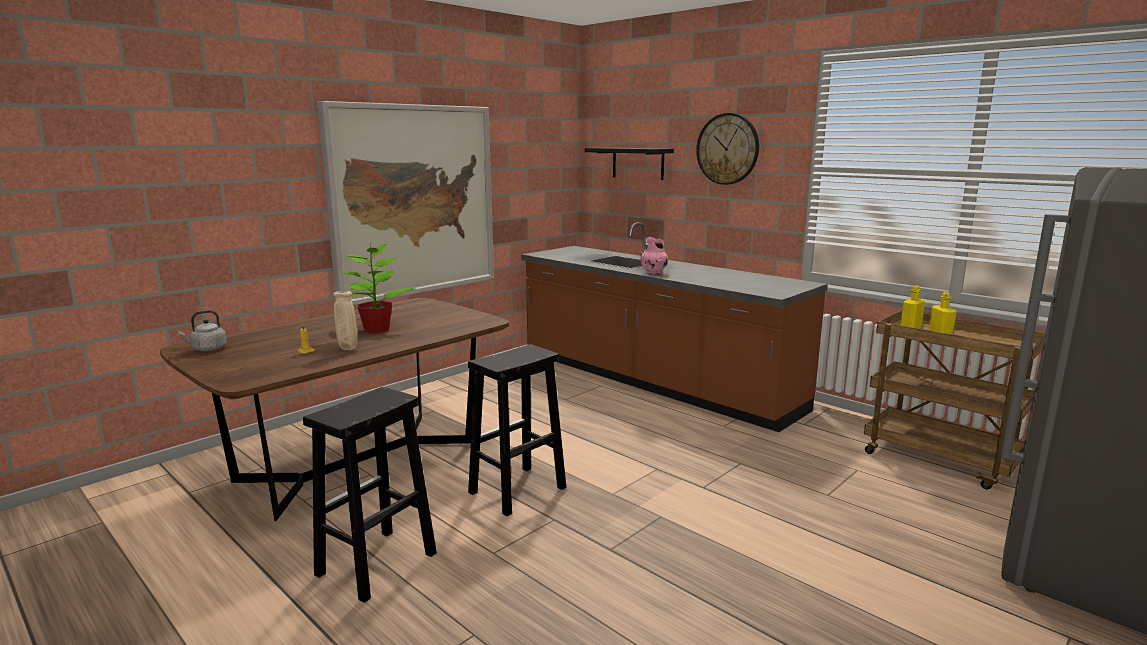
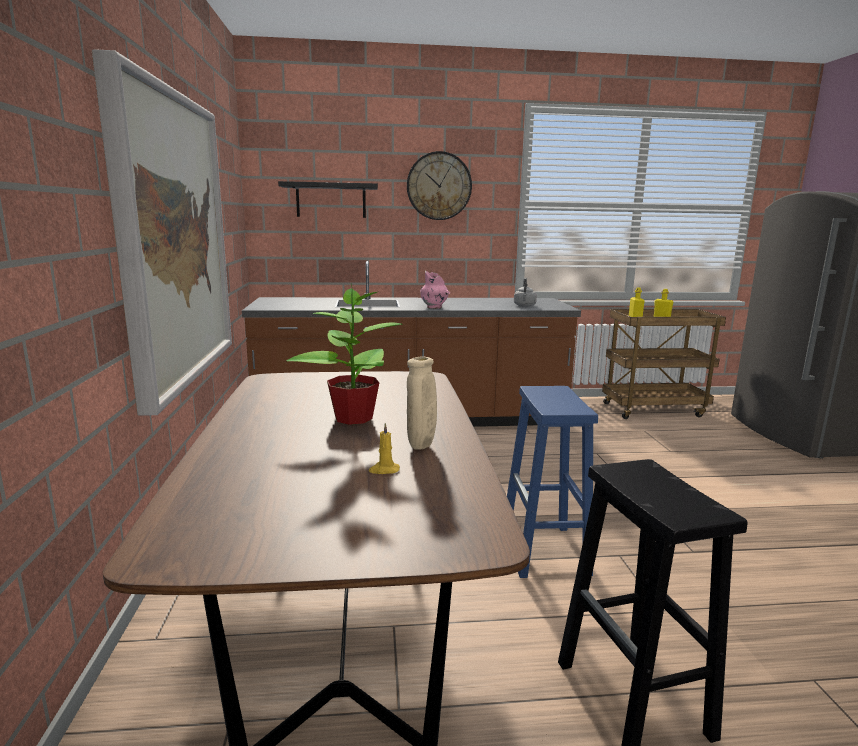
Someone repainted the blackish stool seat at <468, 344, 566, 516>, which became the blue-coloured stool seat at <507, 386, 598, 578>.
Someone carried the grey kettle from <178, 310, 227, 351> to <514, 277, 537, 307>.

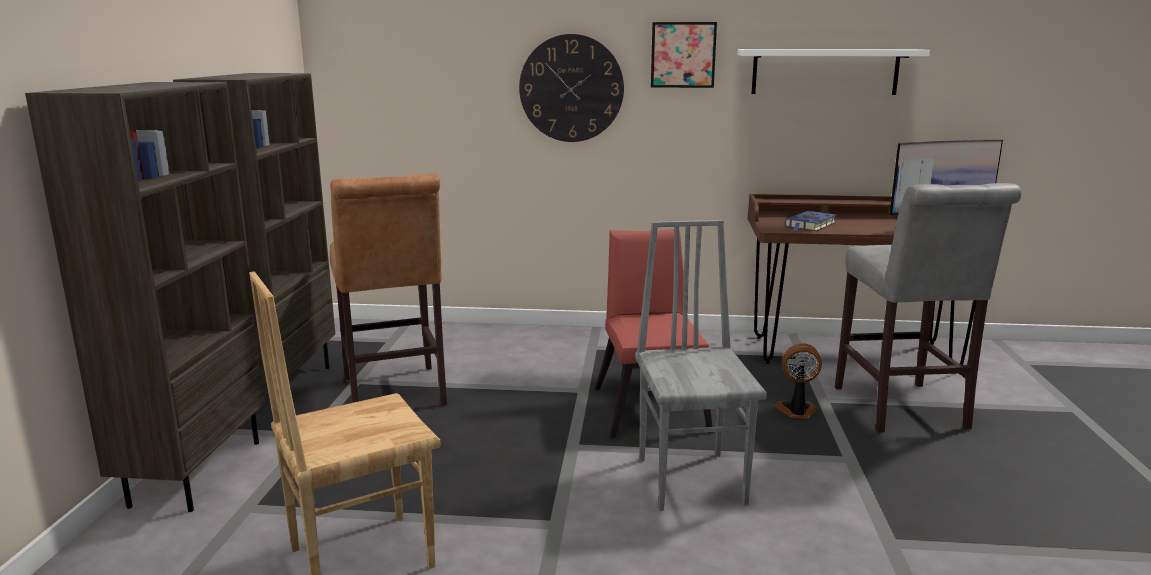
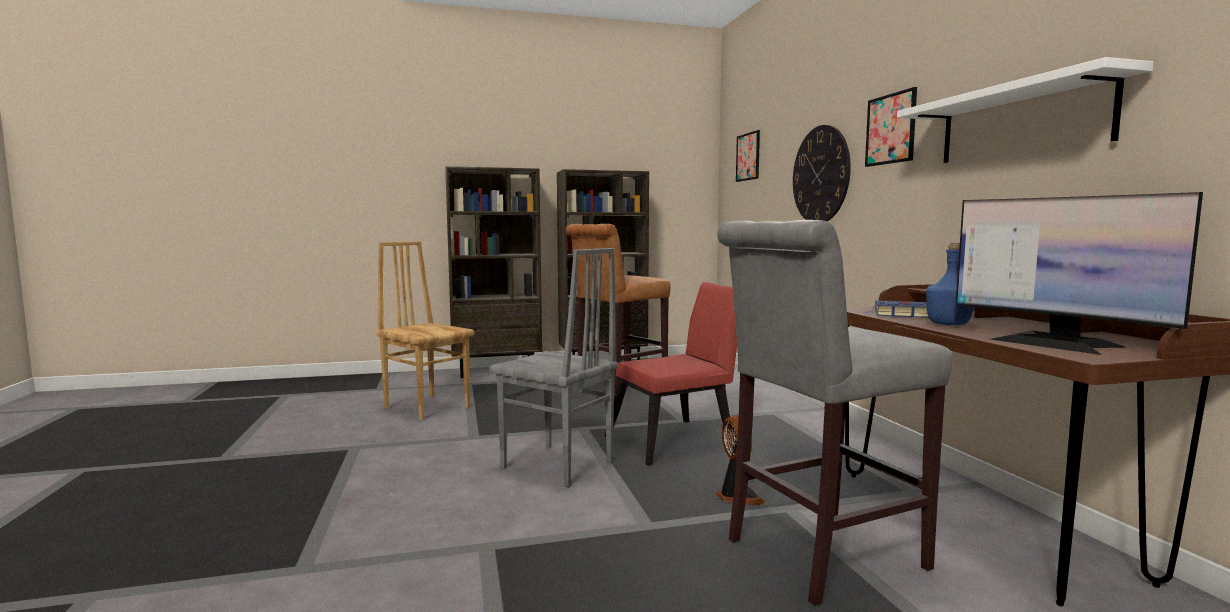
Someone rotated the grey plain chair at <635, 220, 767, 511> by 60 degrees clockwise.
Someone put up the wall picture at <736, 130, 760, 182>.
Someone put down the blue-coloured drink bottle at <926, 243, 974, 325>.

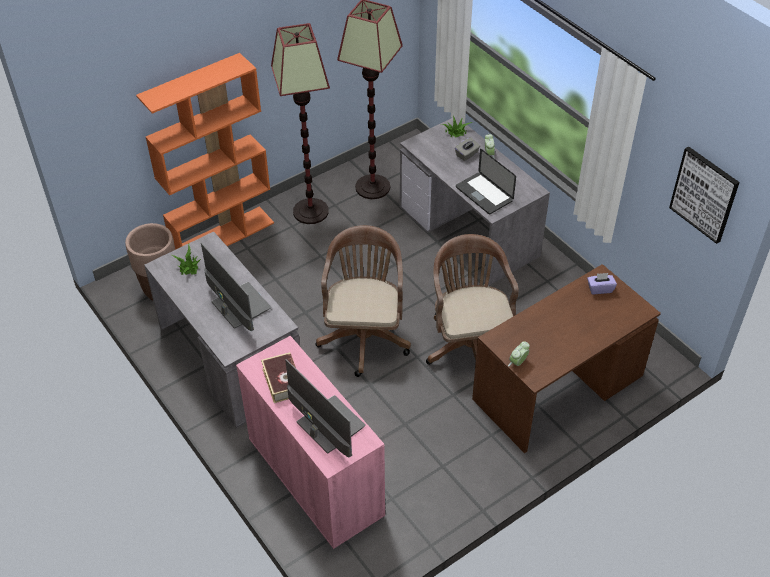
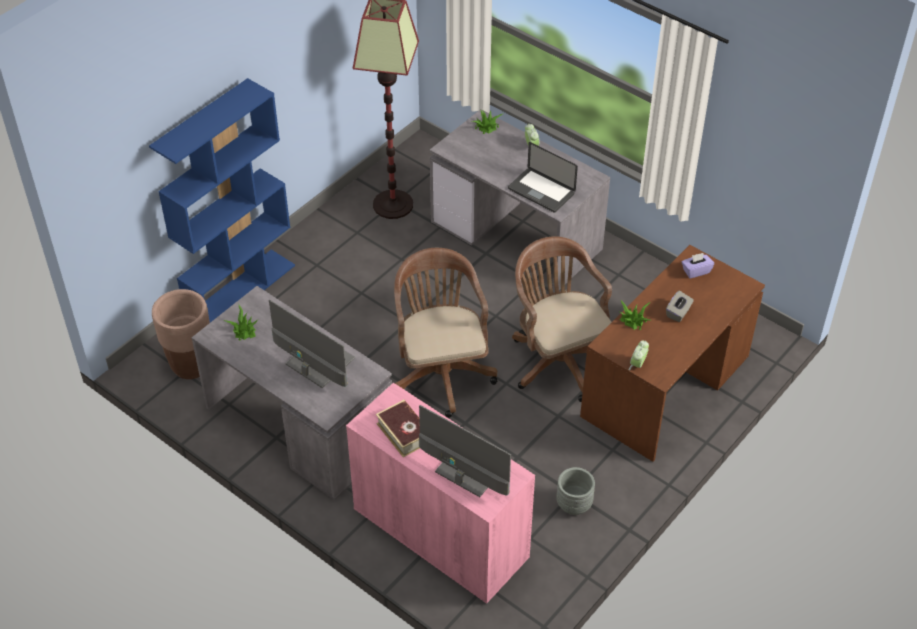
Someone repainted the orange-coloured bookshelf at <136, 53, 274, 250>, which became the blue-coloured bookshelf at <149, 78, 295, 322>.
Someone put down the grey planter at <556, 467, 595, 515>.
Someone put down the houseplant at <619, 300, 652, 330>.
Someone carried the grey tissue holder from <455, 137, 480, 161> to <666, 291, 694, 322>.
Someone took away the floor lamp at <271, 23, 330, 224>.
Someone took away the wall picture at <669, 146, 740, 244>.

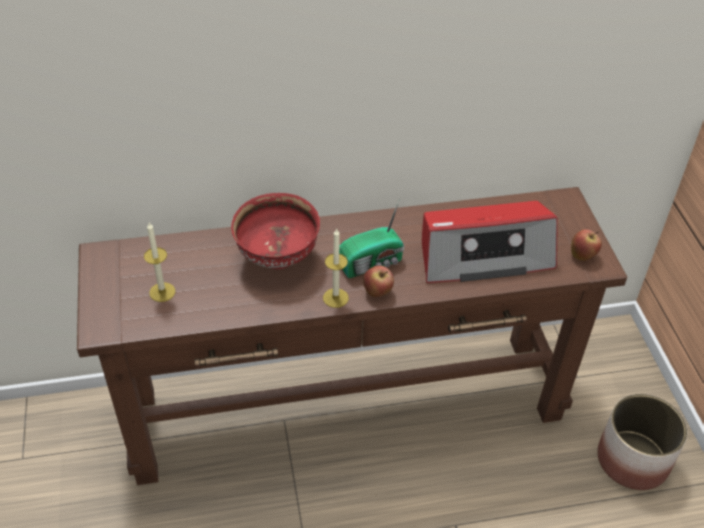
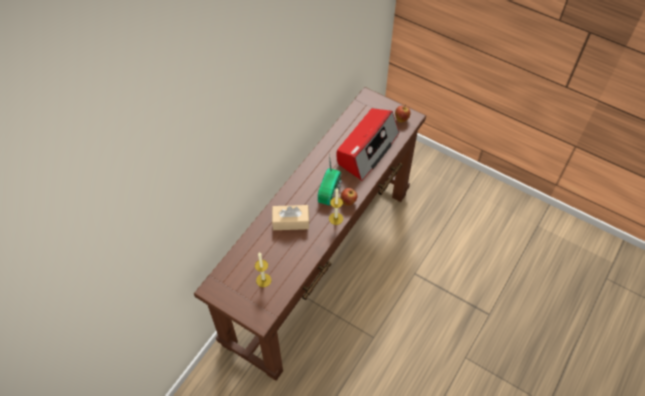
Someone swapped the red serving bowl at <231, 193, 320, 269> for the beige tissue holder at <272, 205, 309, 230>.
Someone took away the planter at <597, 394, 687, 490>.

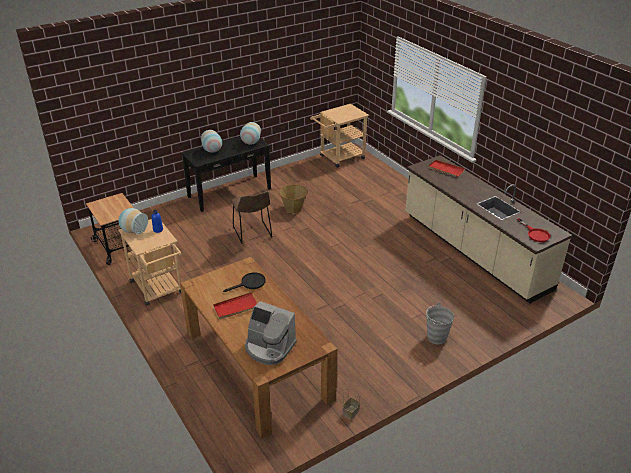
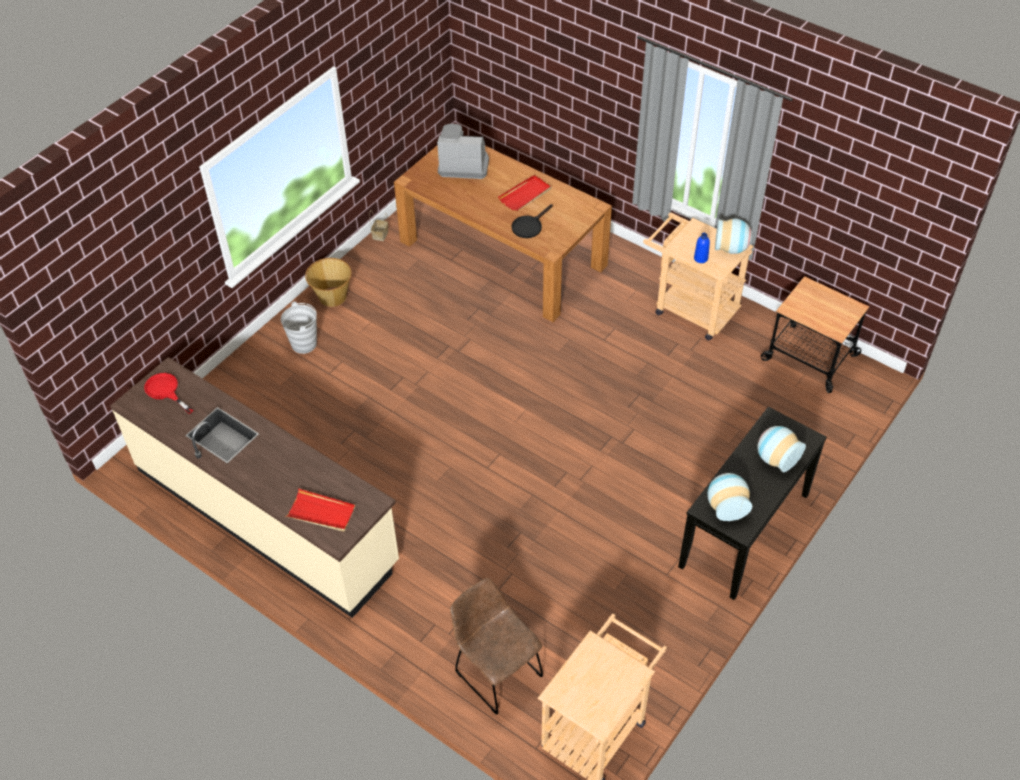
Someone carried the storage basket from <279, 185, 308, 213> to <305, 258, 352, 307>.
Someone carried the brown-coloured plain chair from <231, 191, 272, 244> to <450, 578, 543, 714>.

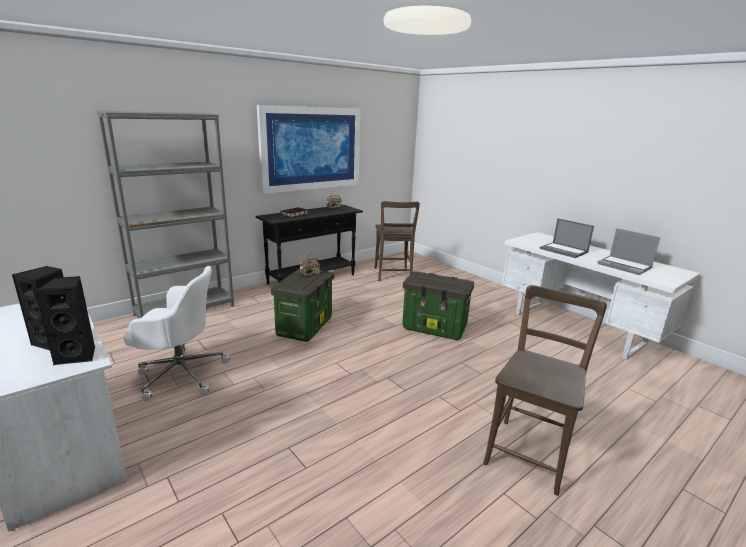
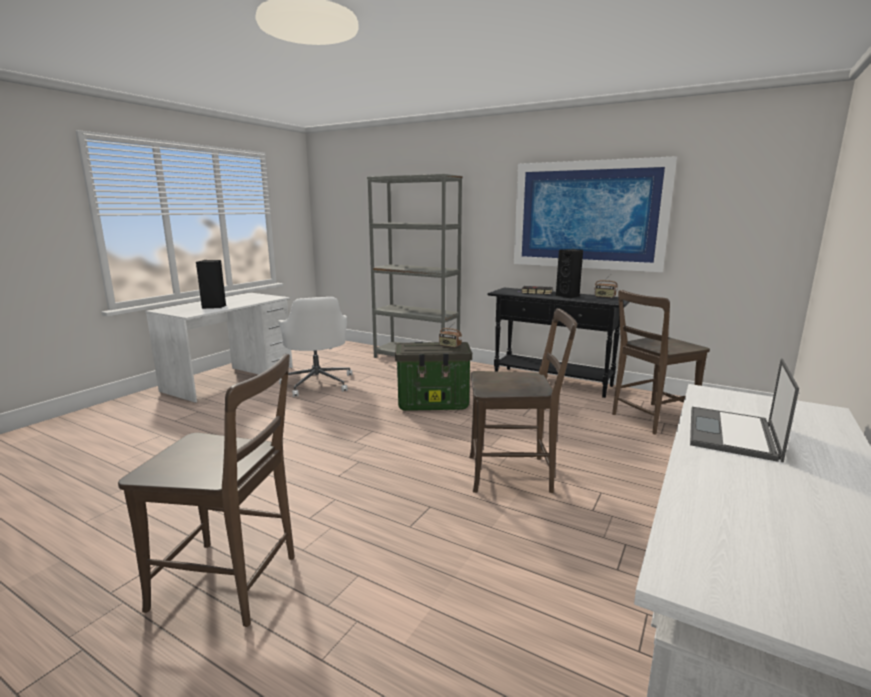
Someone swapped the storage bin at <402, 271, 474, 340> for the brown-coloured plain chair at <469, 308, 577, 493>.
Someone carried the blackish audio speaker from <35, 276, 95, 365> to <556, 249, 583, 299>.
Someone took away the laptop at <597, 228, 660, 275>.

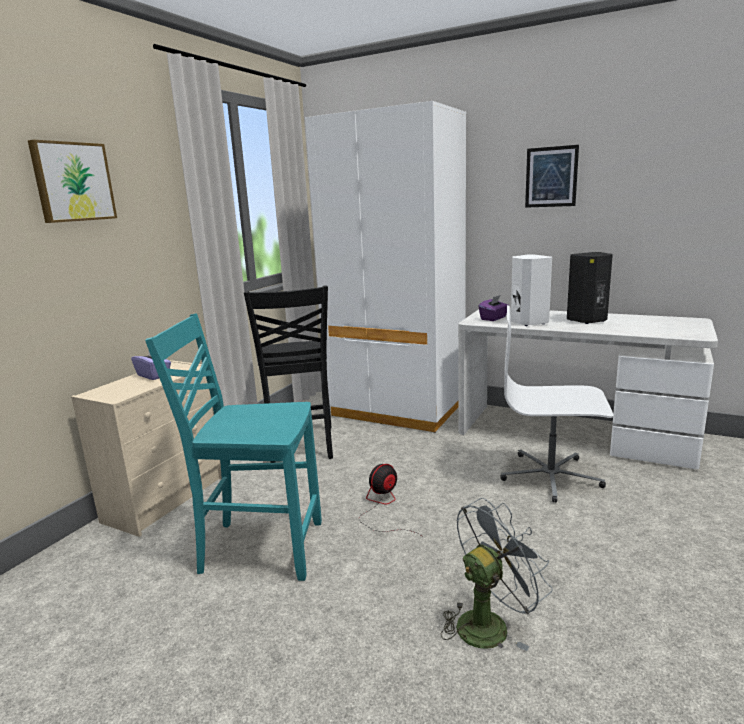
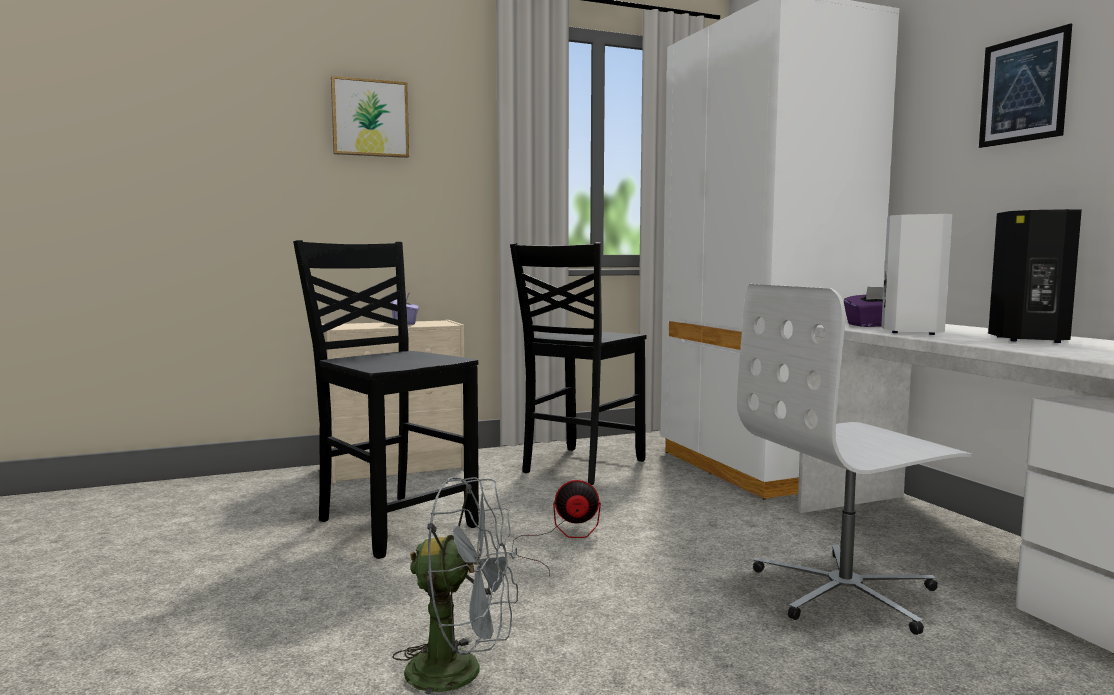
Someone repainted the turquoise-coloured plain chair at <145, 313, 322, 581>, which became the blackish plain chair at <293, 240, 479, 559>.
Someone rotated the white-coloured desk chair at <500, 305, 614, 503> by 75 degrees counterclockwise.

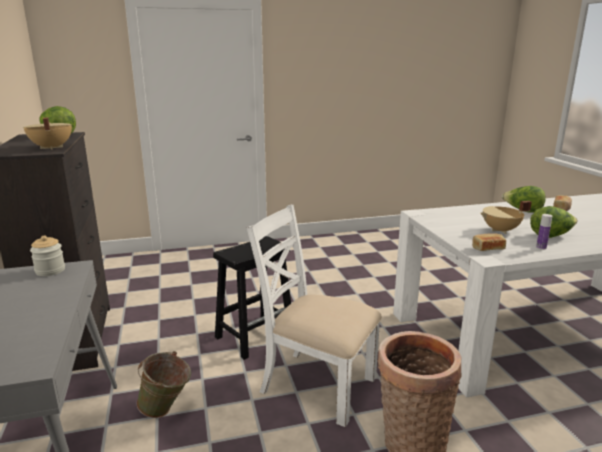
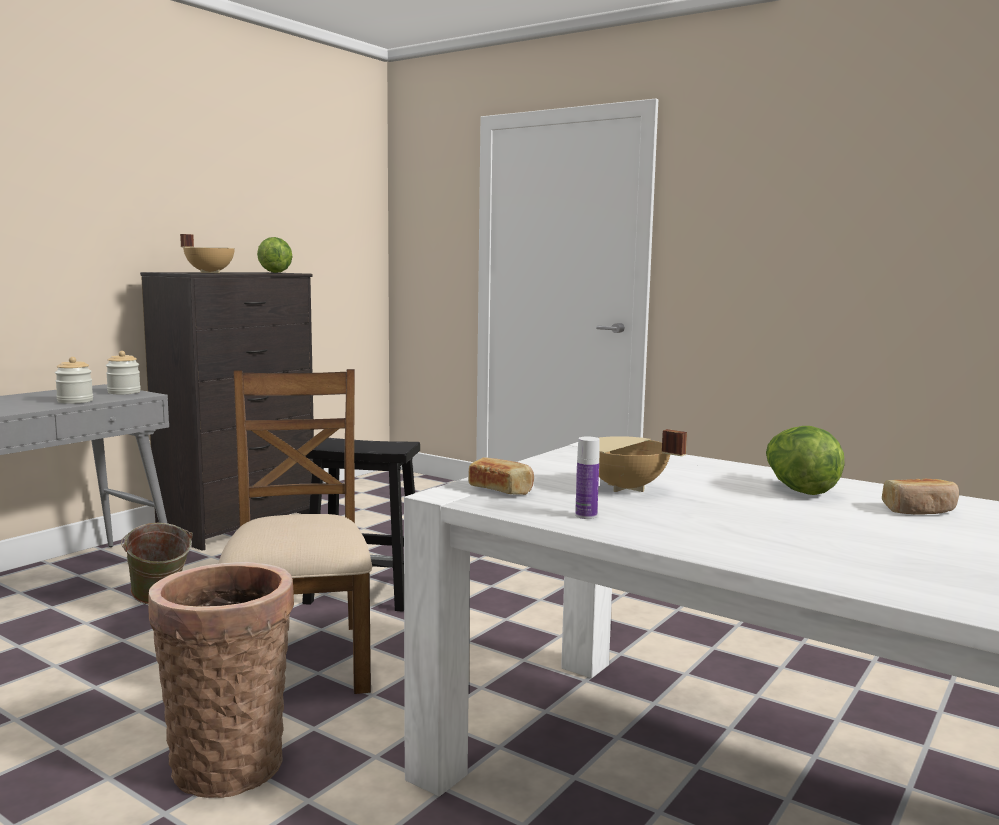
Someone put down the jar at <55, 357, 93, 404>.
Someone repainted the white-coloured plain chair at <247, 204, 382, 427>, which became the brown-coloured plain chair at <218, 369, 372, 694>.
Someone took away the lettuce at <530, 206, 577, 238>.

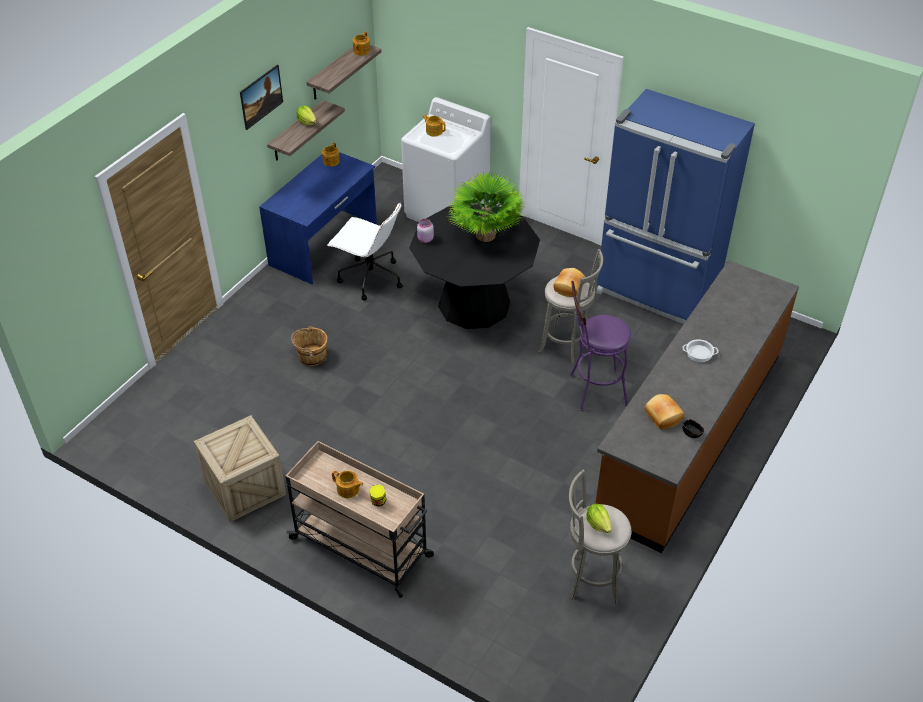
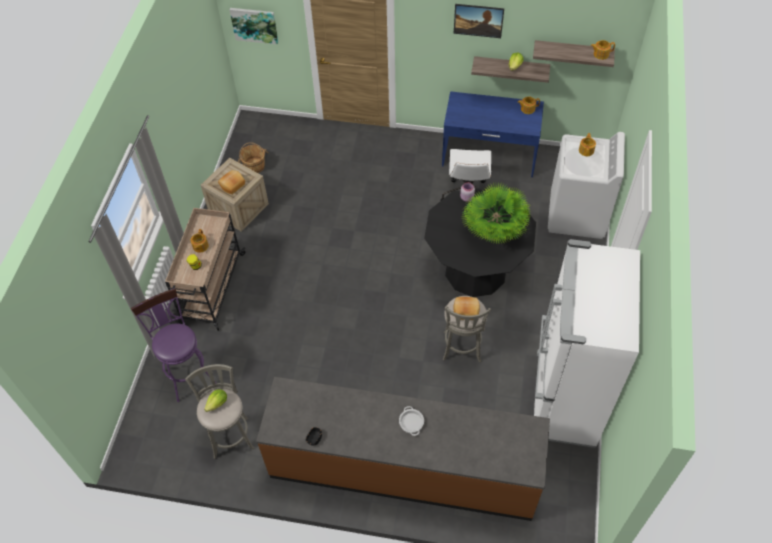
Someone carried the purplish stool seat from <570, 281, 631, 411> to <131, 288, 216, 402>.
Someone carried the bakery bread from <645, 394, 684, 429> to <218, 170, 245, 194>.
Someone put up the wall picture at <229, 8, 278, 45>.
Someone carried the brown-coloured water bucket from <291, 326, 328, 366> to <238, 142, 268, 173>.
Someone repainted the blue-coloured kitchen fridge at <597, 89, 755, 324>, which became the white-coloured kitchen fridge at <534, 239, 640, 448>.

